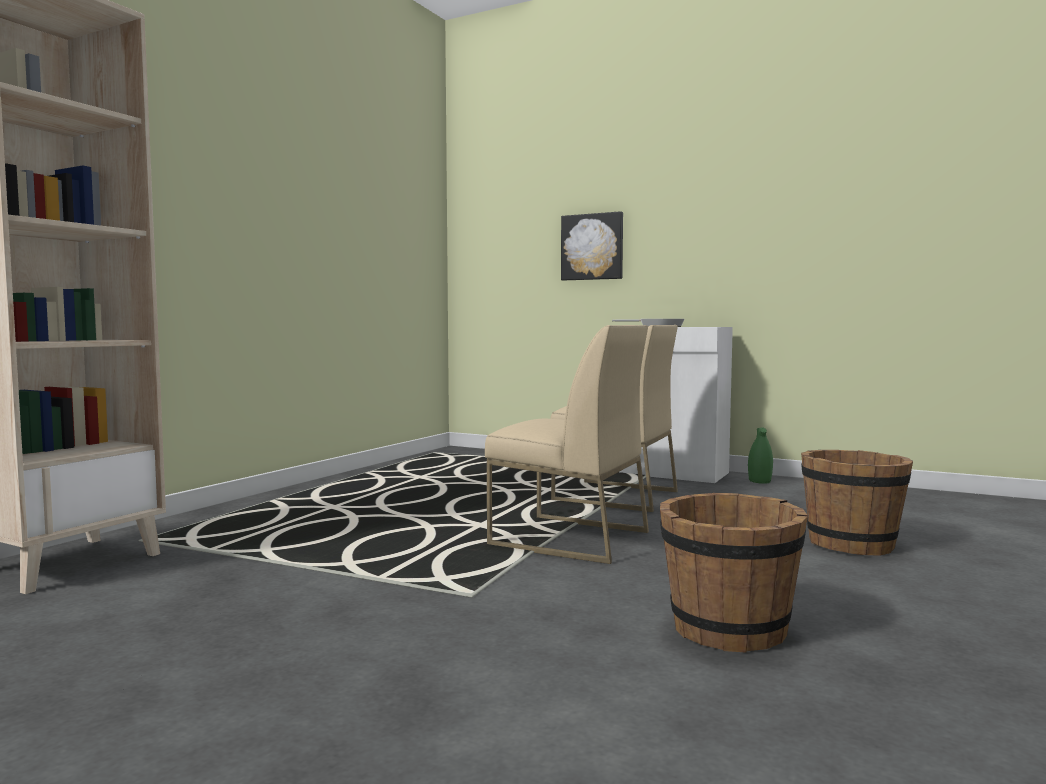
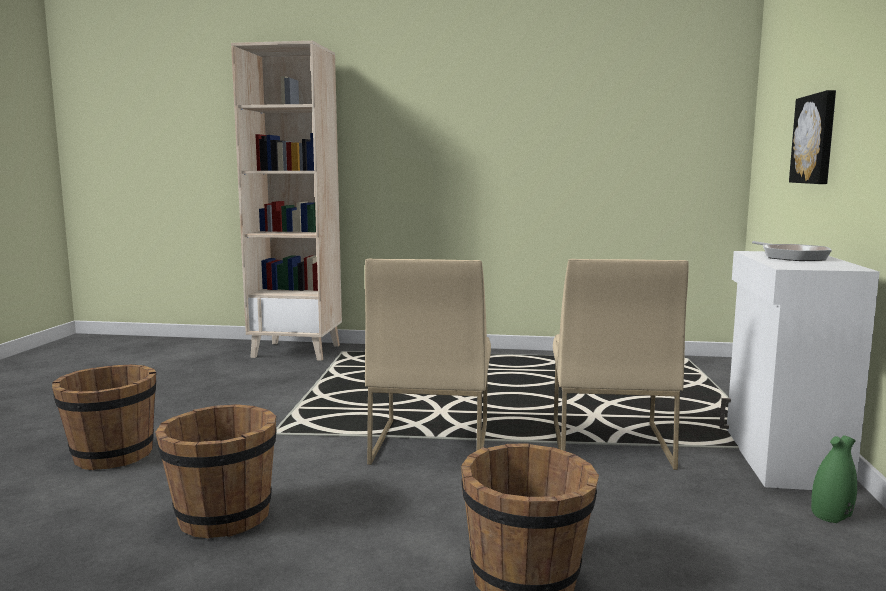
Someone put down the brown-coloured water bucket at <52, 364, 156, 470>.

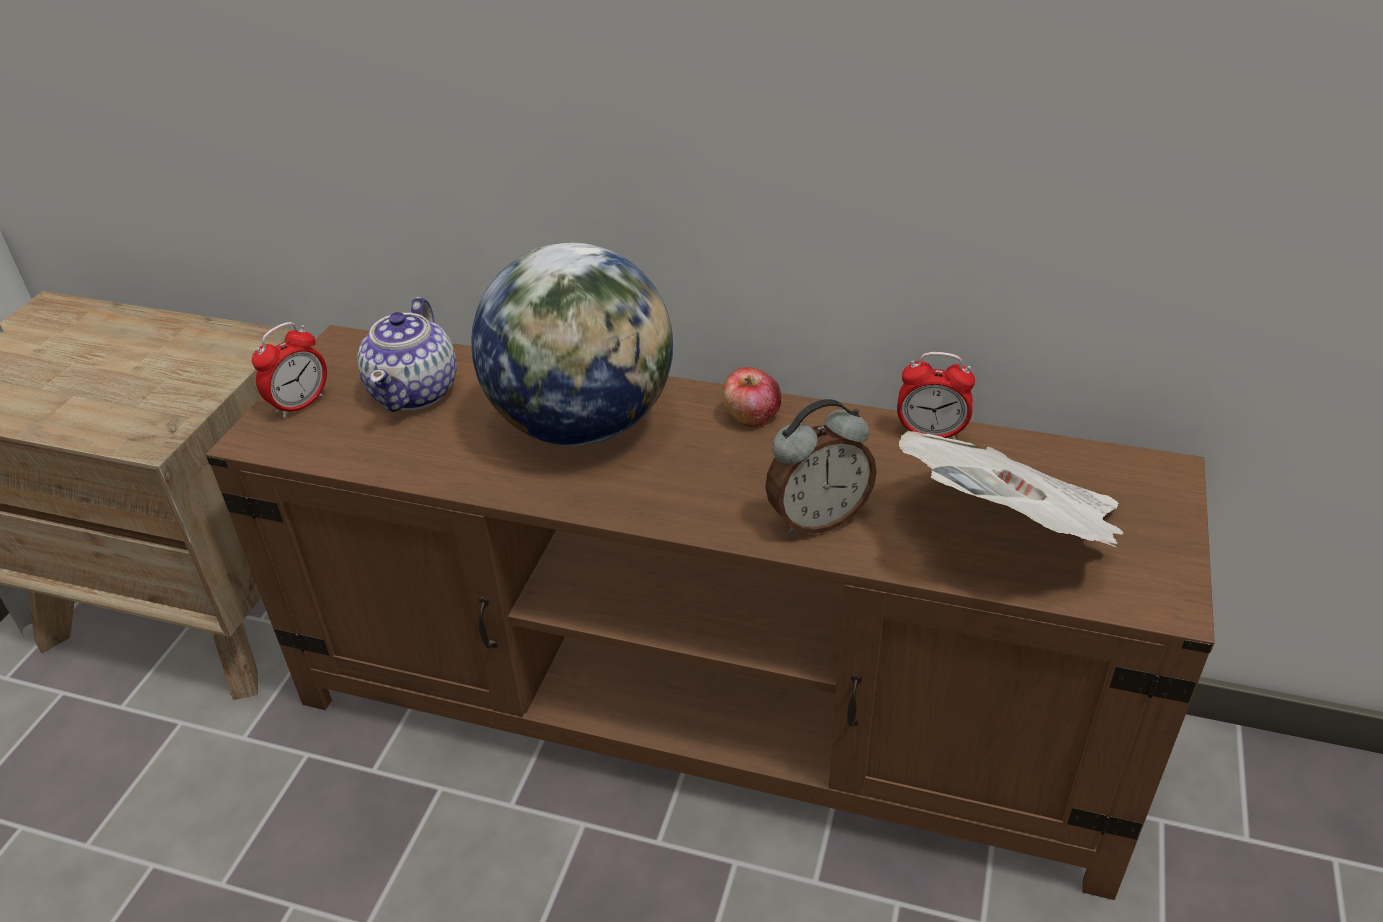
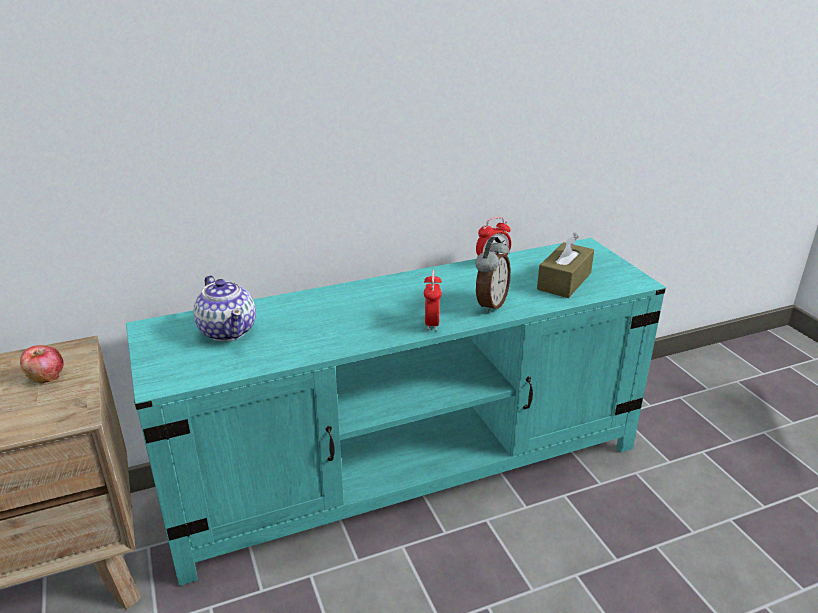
Someone carried the apple fruit from <723, 367, 781, 427> to <20, 345, 64, 383>.
Someone repainted the brown-coloured tv stand at <206, 325, 1215, 900>, which became the turquoise-coloured tv stand at <126, 238, 666, 586>.
Someone carried the bedside clock from <252, 322, 327, 418> to <424, 270, 442, 331>.
Someone swapped the newspaper at <899, 431, 1124, 547> for the brown-coloured tissue holder at <537, 232, 594, 298>.
Someone took away the world globe at <472, 242, 673, 446>.

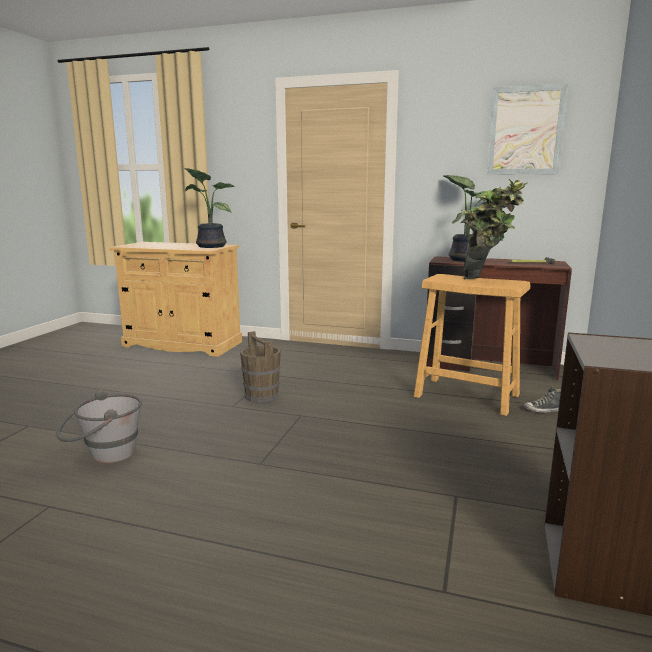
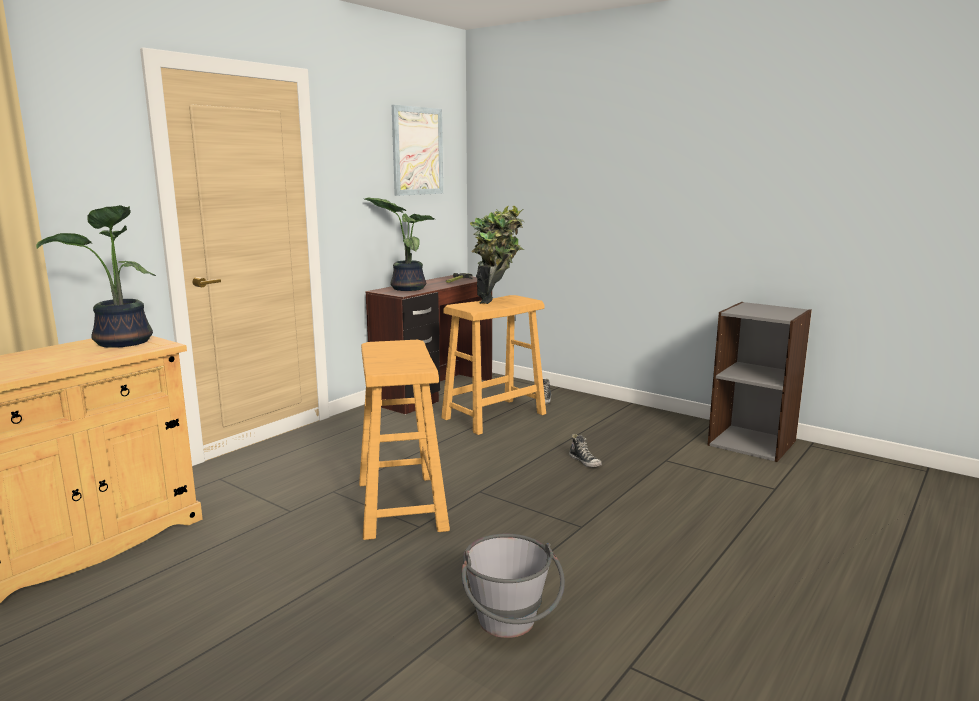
Someone swapped the brown-coloured water bucket at <240, 331, 281, 403> for the beige stool seat at <359, 340, 450, 540>.
Someone put down the item of footwear at <569, 434, 602, 467>.

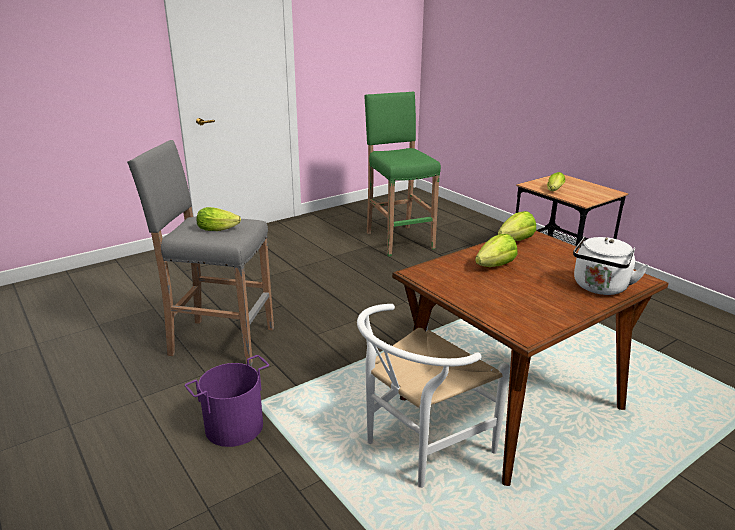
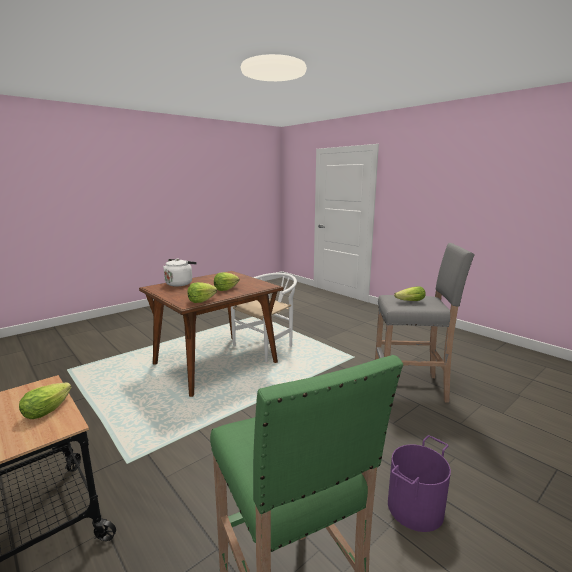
Someone carried the purplish water bucket from <185, 355, 269, 447> to <388, 435, 451, 532>.

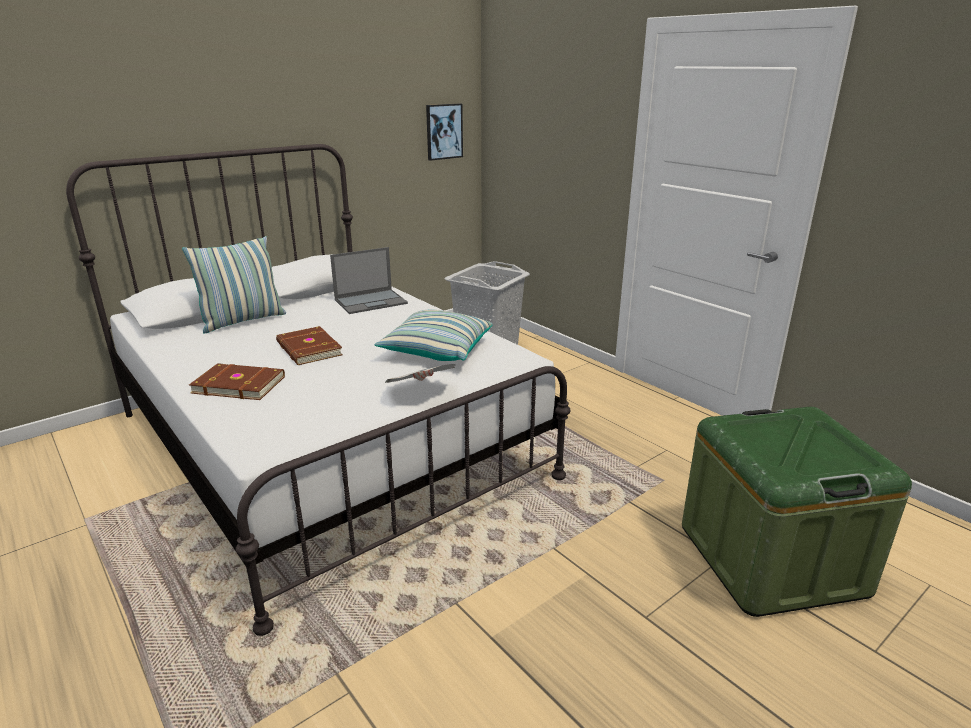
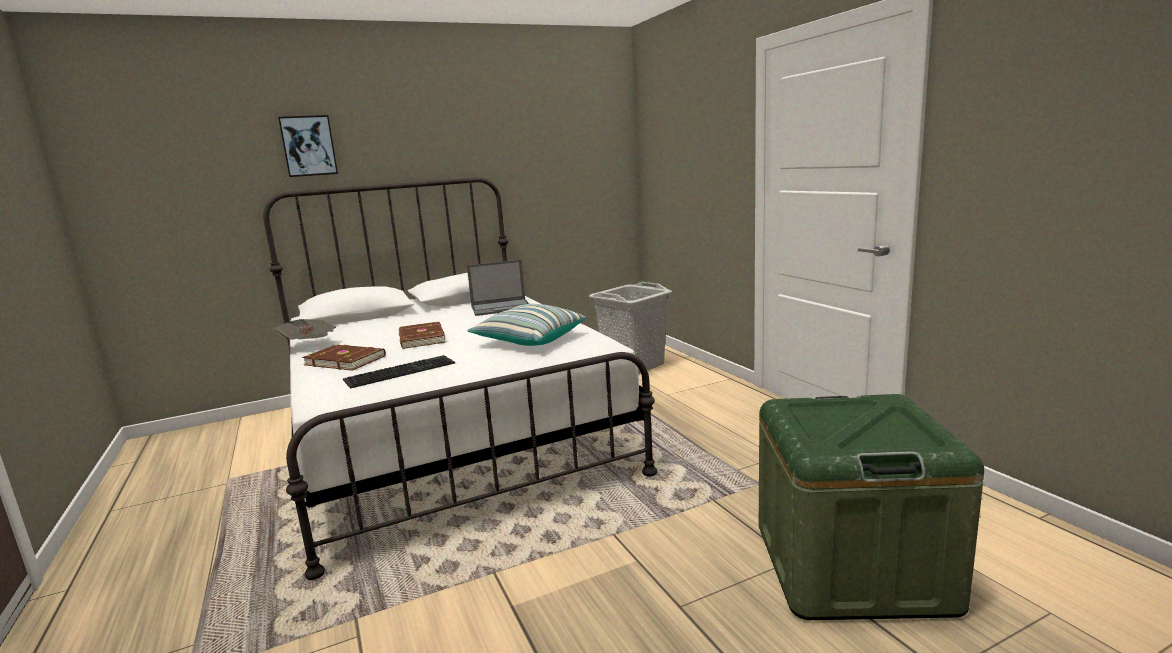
Someone carried the newspaper from <385, 364, 456, 383> to <271, 319, 335, 340>.
Someone carried the wall picture from <426, 104, 463, 161> to <278, 115, 338, 177>.
Someone put down the computer keyboard at <343, 355, 455, 389>.
Someone took away the throw pillow at <182, 236, 286, 333>.

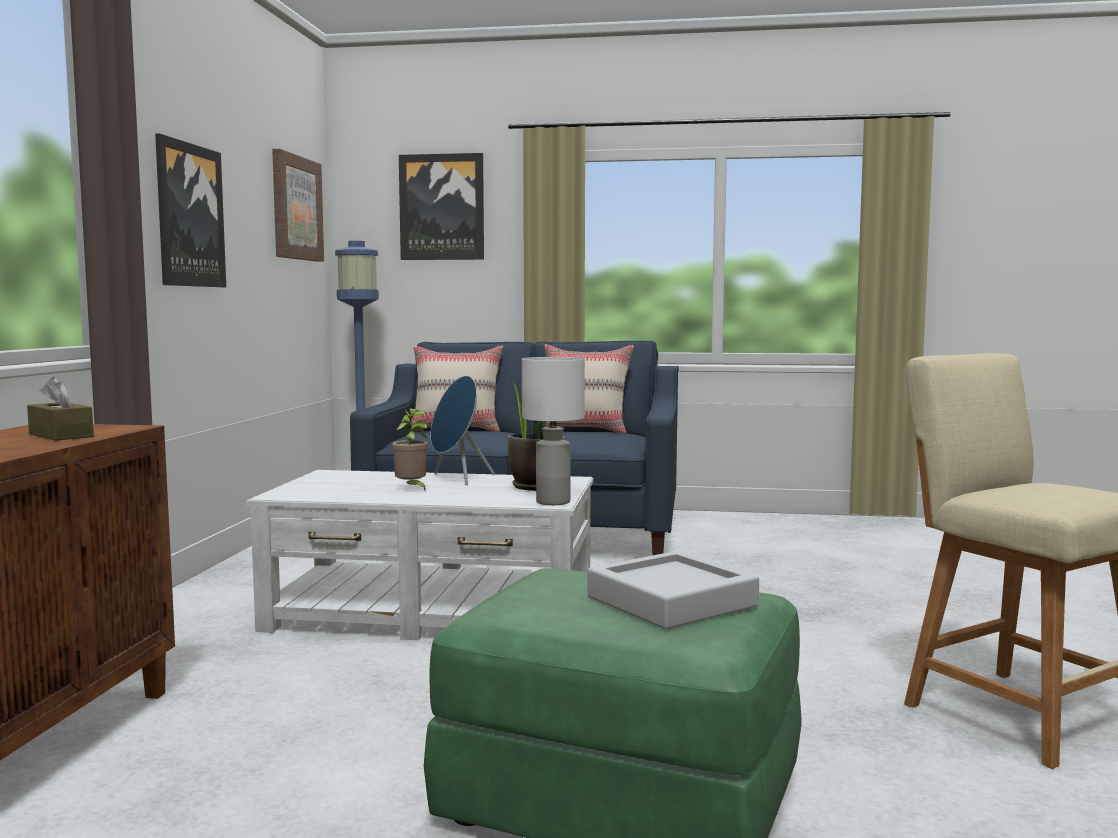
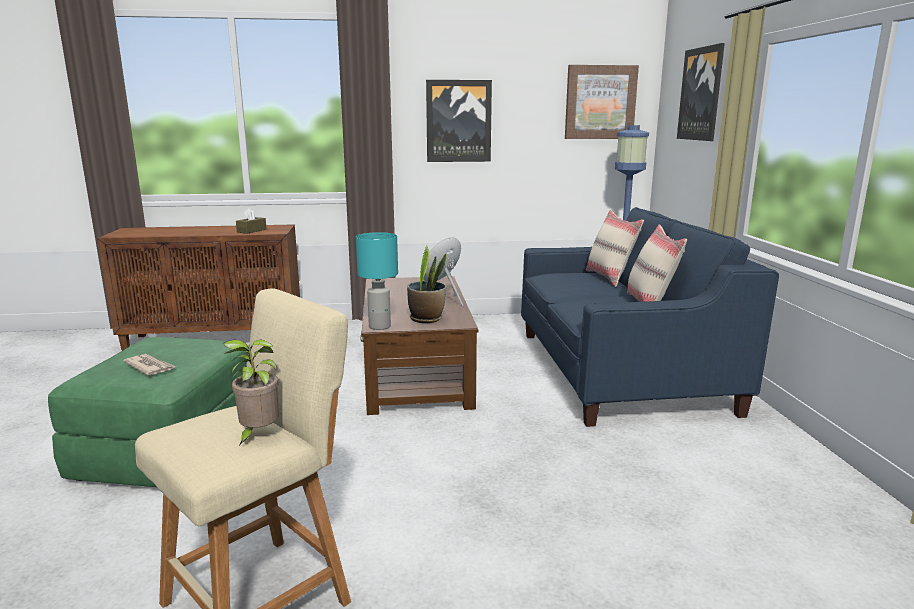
Someone swapped the grey serving tray at <588, 551, 759, 629> for the newspaper at <123, 354, 176, 376>.
Someone carried the houseplant from <392, 408, 428, 492> to <223, 339, 279, 446>.
Someone repainted the white-coloured tabletop lamp at <522, 357, 585, 505>, which became the turquoise-coloured tabletop lamp at <356, 232, 398, 330>.
Someone repainted the white-coloured low table at <246, 470, 593, 640>, which became the brown-coloured low table at <360, 276, 478, 415>.

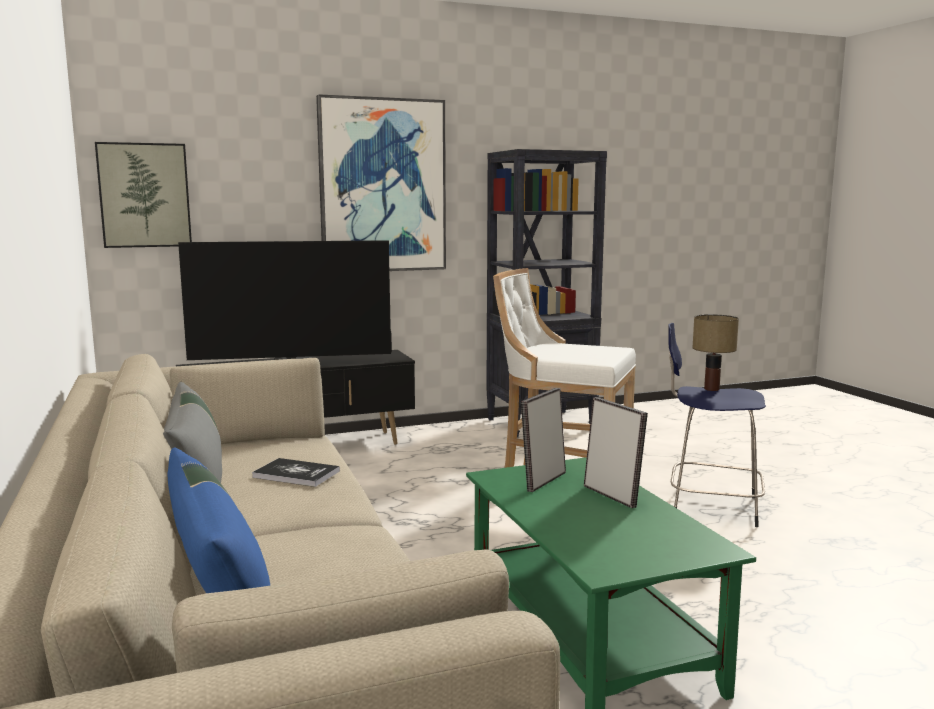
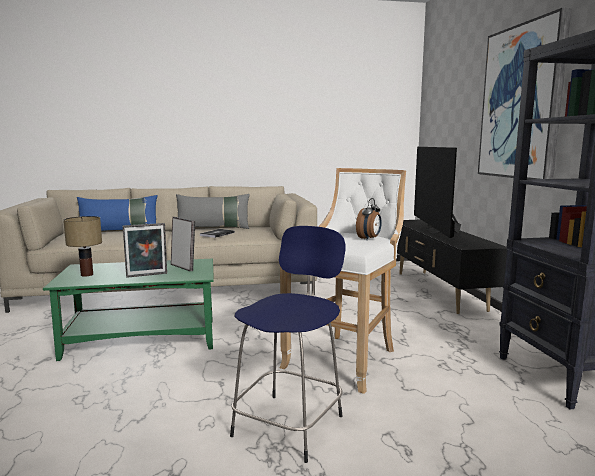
Someone carried the tabletop lamp from <692, 314, 739, 391> to <63, 216, 102, 277>.
Someone put down the bedside clock at <356, 198, 382, 240>.
Someone took away the wall picture at <95, 142, 192, 248>.

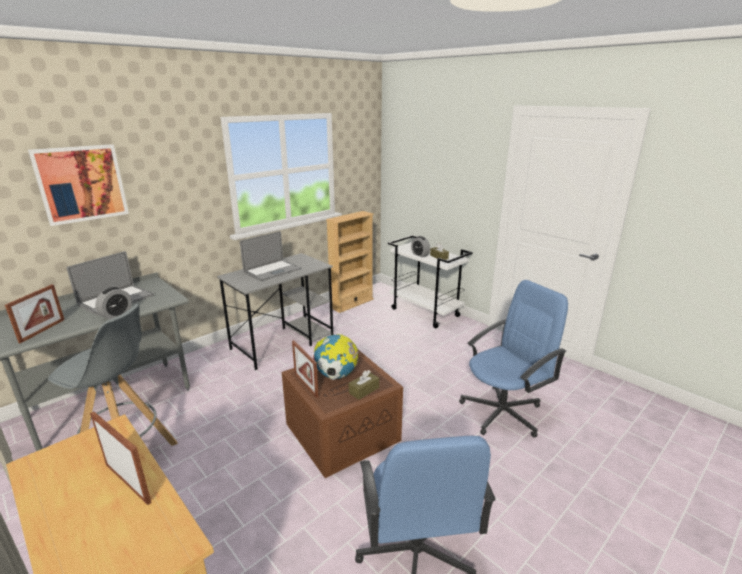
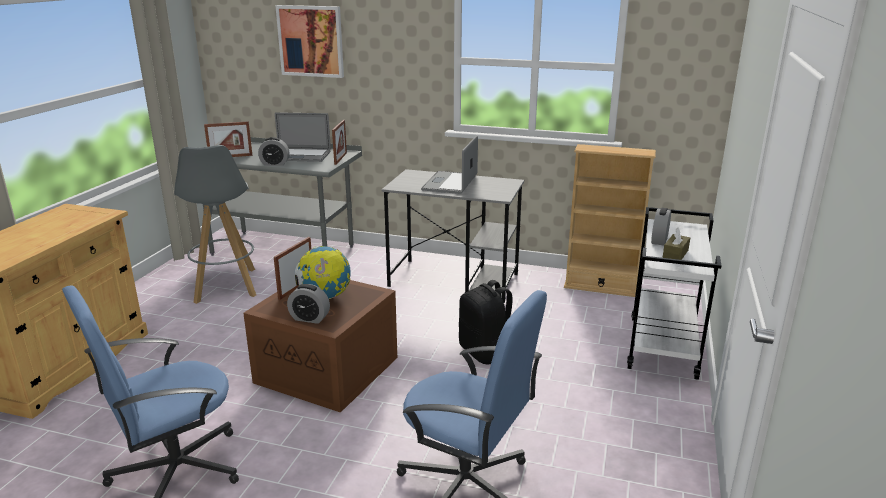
Someone swapped the brown-coloured tissue holder at <349, 370, 379, 400> for the bedside clock at <287, 284, 330, 324>.
Someone carried the standing frame from <90, 412, 152, 505> to <332, 120, 347, 165>.
Someone rotated the laptop at <240, 231, 301, 281> by 90 degrees clockwise.
Someone put down the blackish knapsack at <459, 280, 513, 364>.

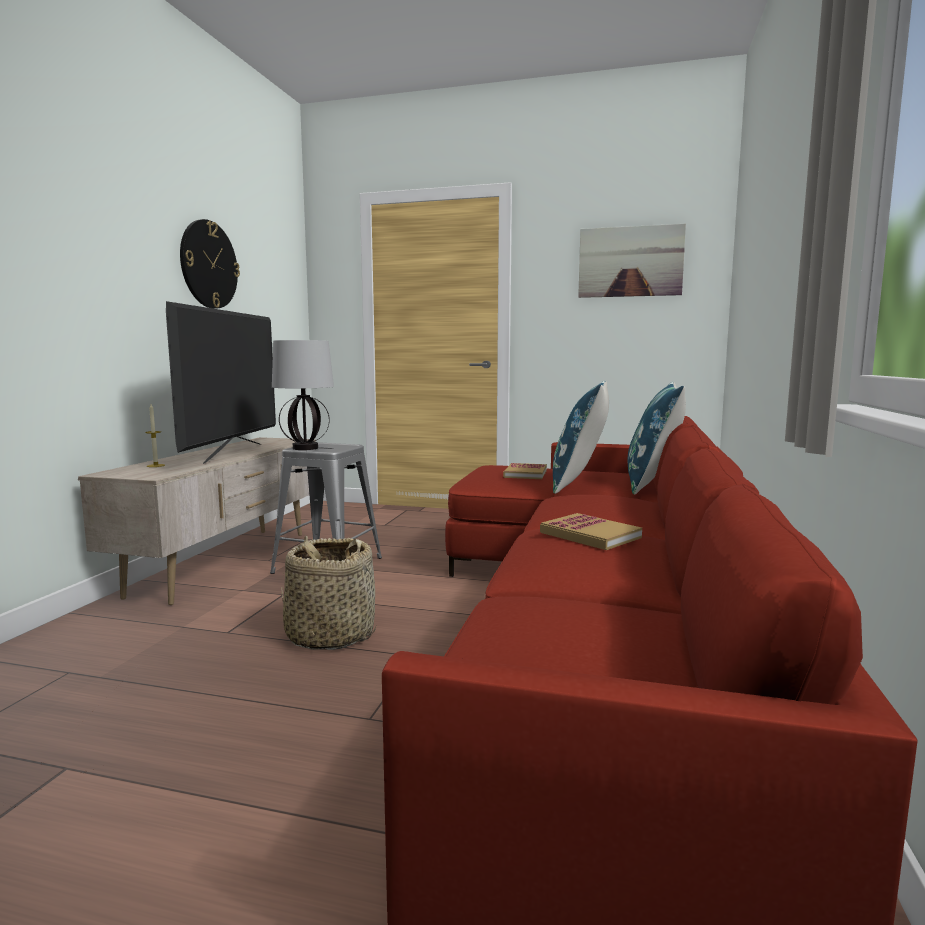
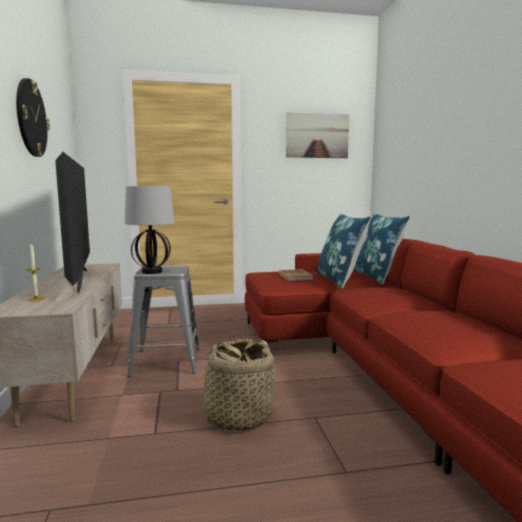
Someone took away the volume at <540, 513, 642, 550>.

